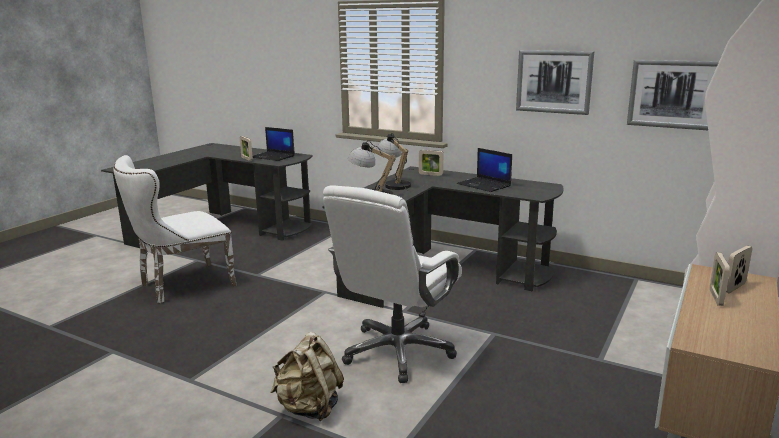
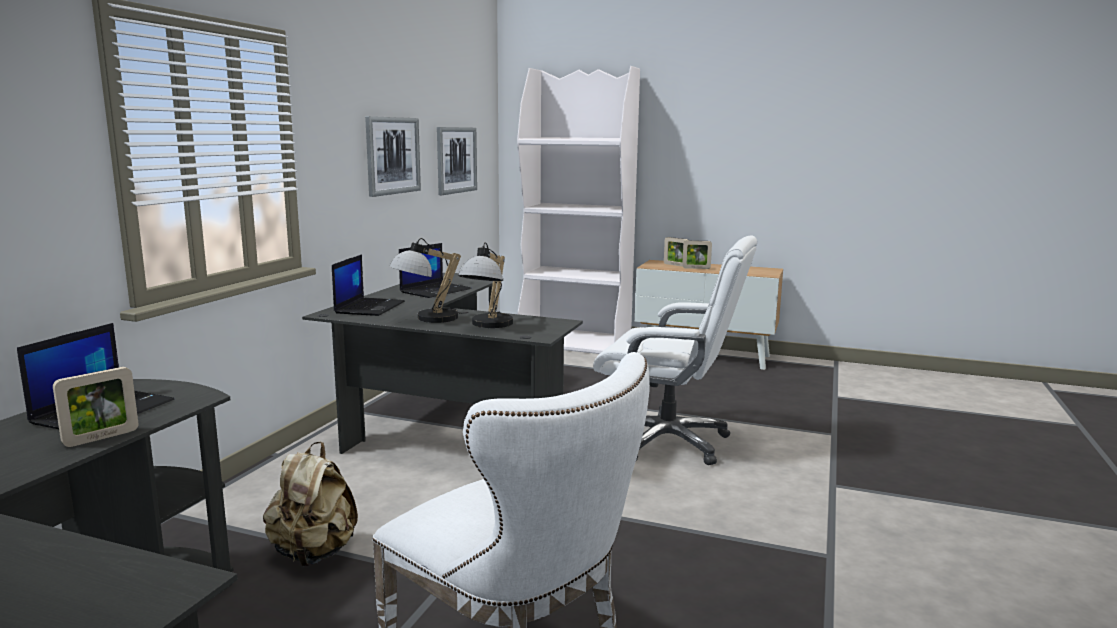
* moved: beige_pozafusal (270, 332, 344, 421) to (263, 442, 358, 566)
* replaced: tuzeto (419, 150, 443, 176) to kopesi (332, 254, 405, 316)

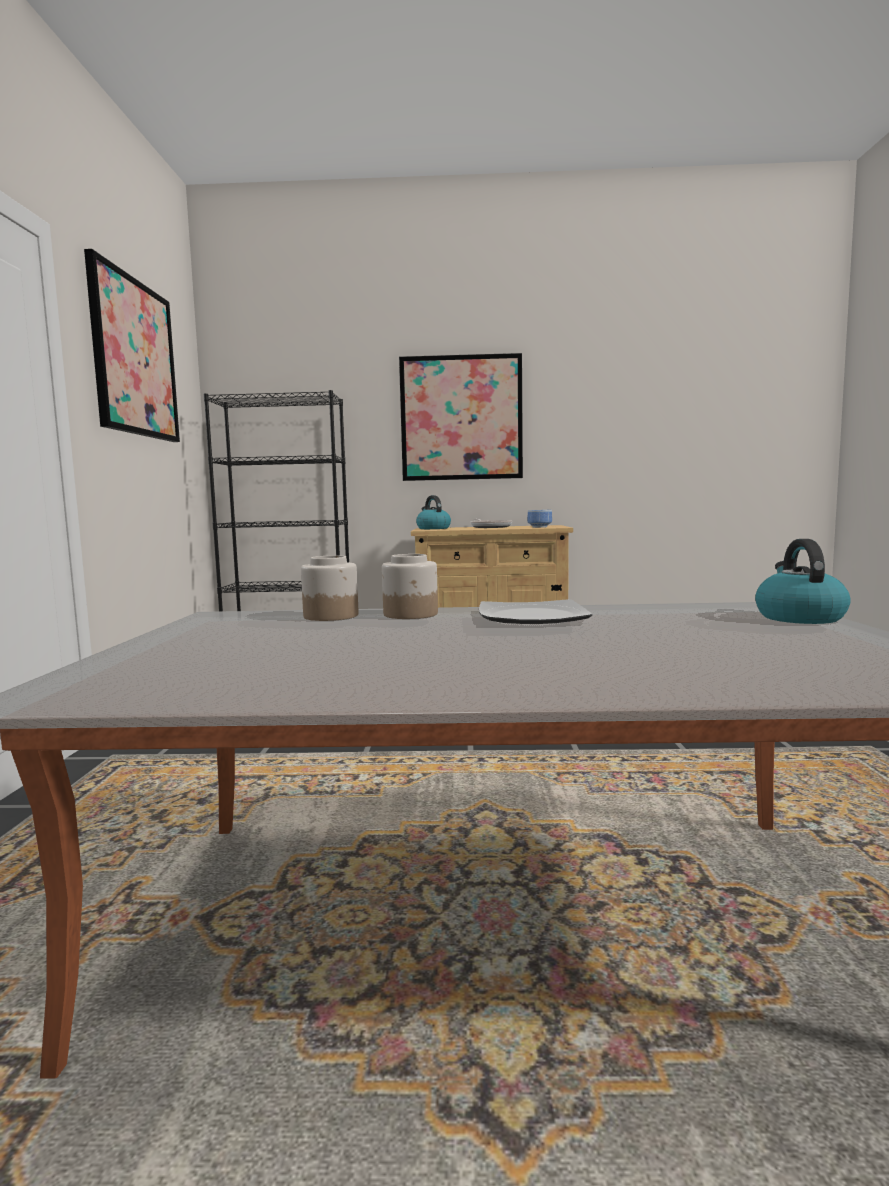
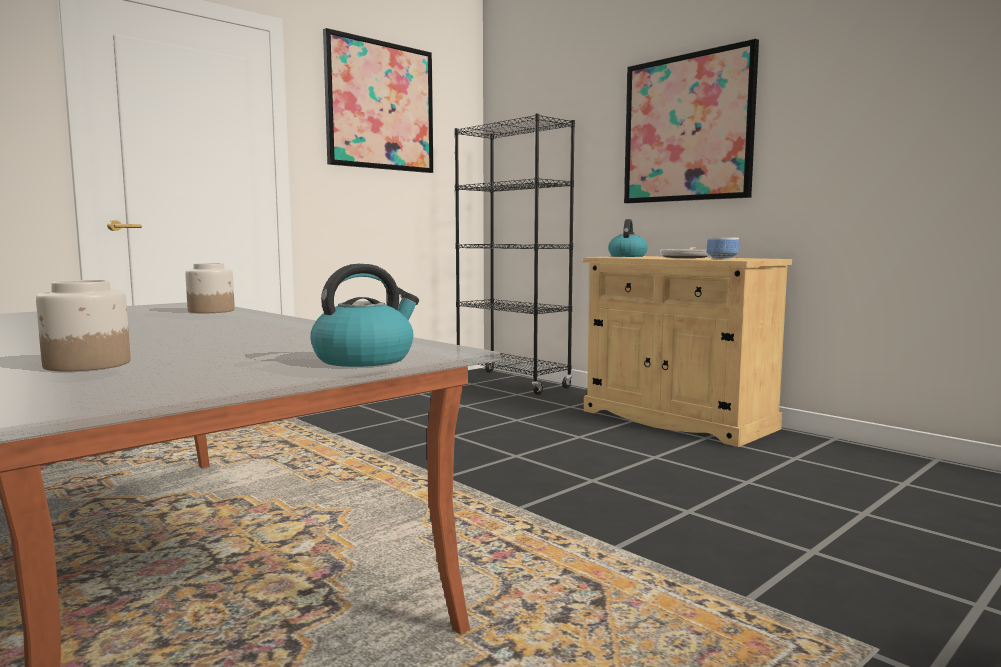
* moved: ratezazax (382, 554, 438, 619) to (36, 280, 130, 371)
* removed: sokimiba (479, 599, 592, 624)

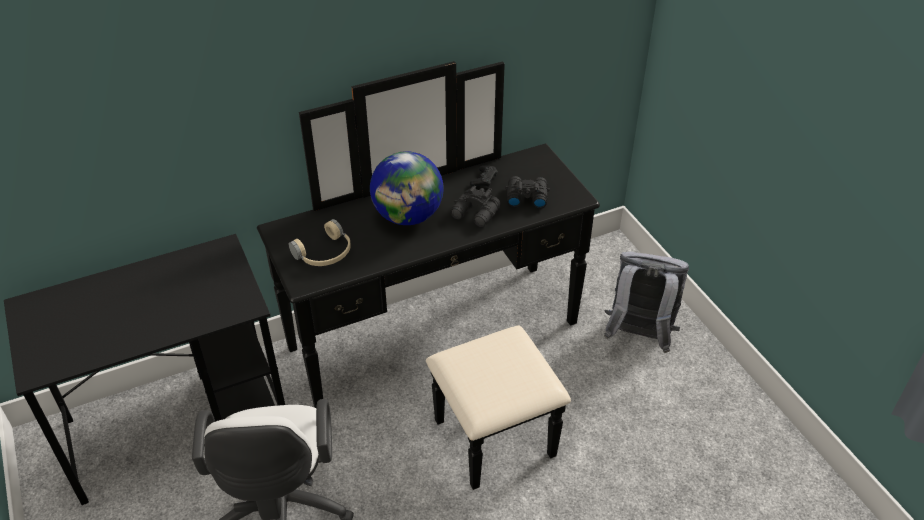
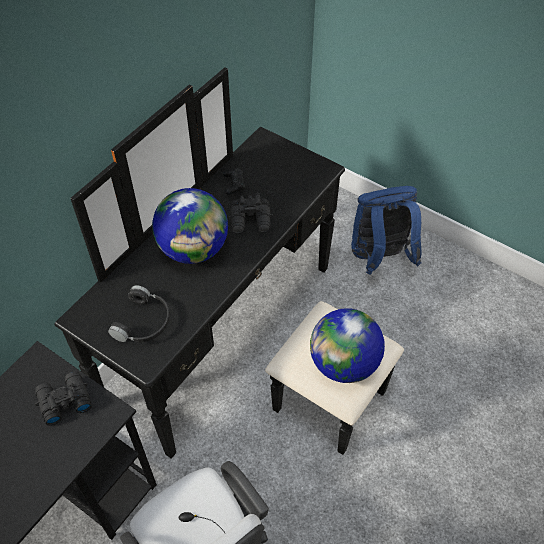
* recoloured: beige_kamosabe (289, 219, 351, 266) to black_kamosabe (108, 285, 170, 342)
* moved: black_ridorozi (505, 176, 550, 209) to (35, 371, 92, 426)
* recoloured: grey_pozafusal (604, 252, 689, 353) to blue_pozafusal (351, 186, 422, 275)
* added: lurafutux (310, 308, 385, 383)

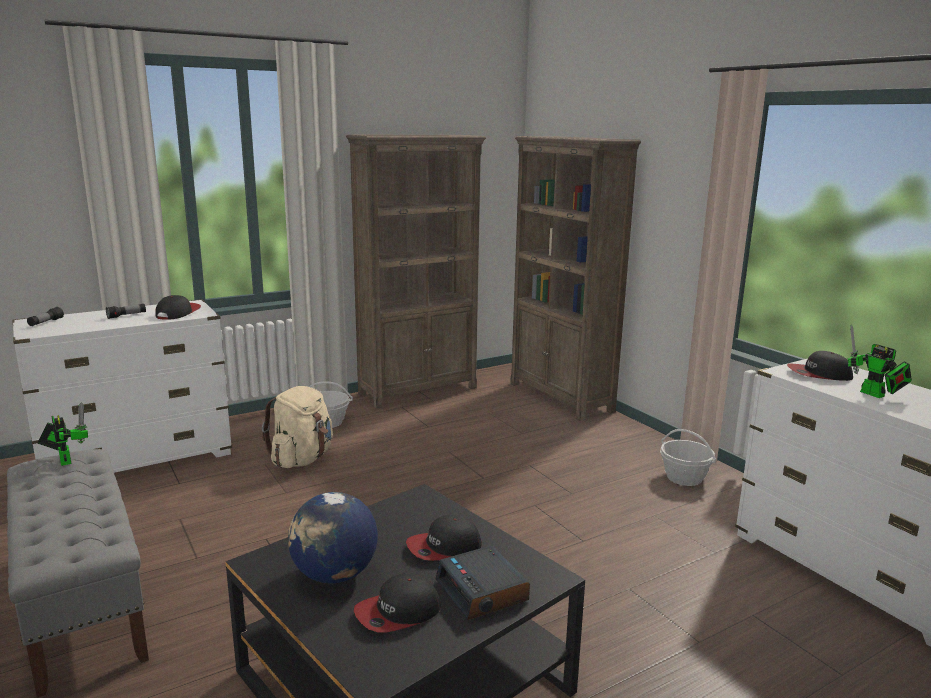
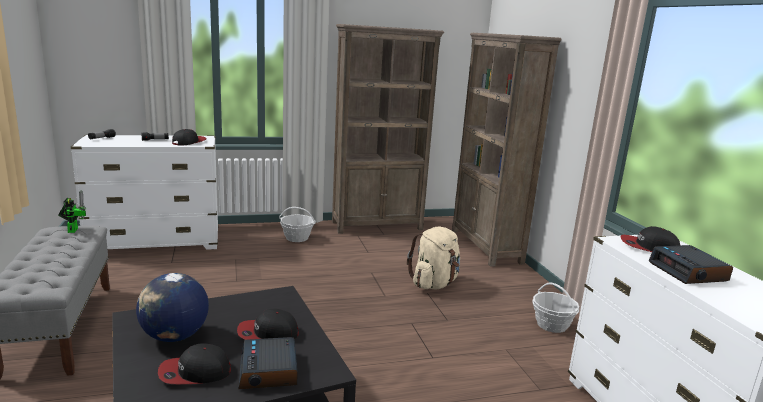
* moved: beige_pozafusal (262, 386, 333, 468) to (407, 226, 460, 289)
* replaced: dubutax (848, 324, 912, 398) to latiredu (649, 245, 733, 284)

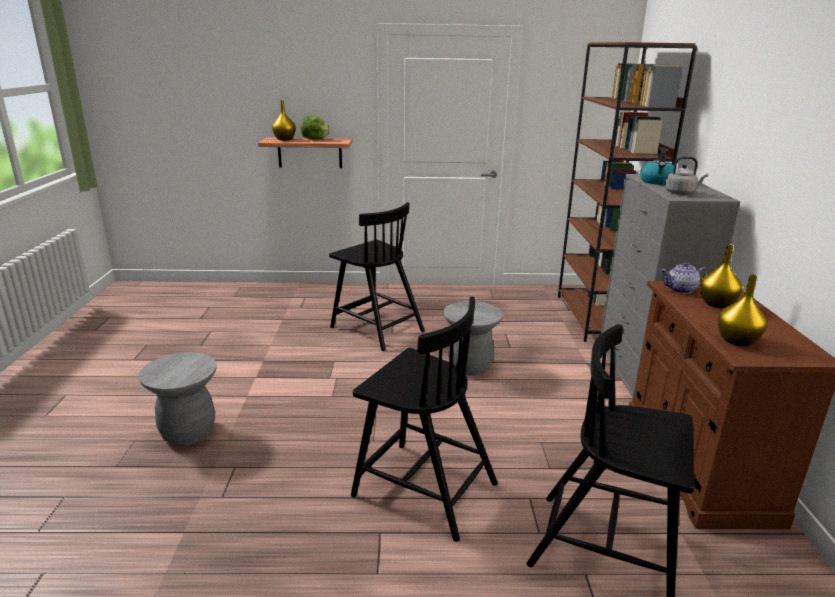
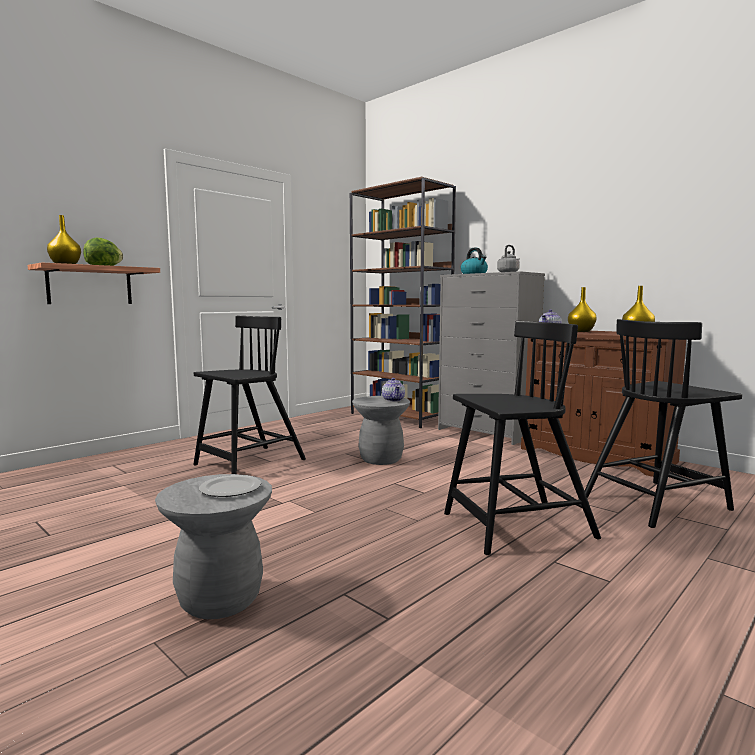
* turned: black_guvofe (329, 202, 425, 351) = (193, 316, 306, 474) 45 degrees counterclockwise
* added: sokimiba (199, 475, 261, 497)
* added: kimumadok (382, 378, 405, 402)

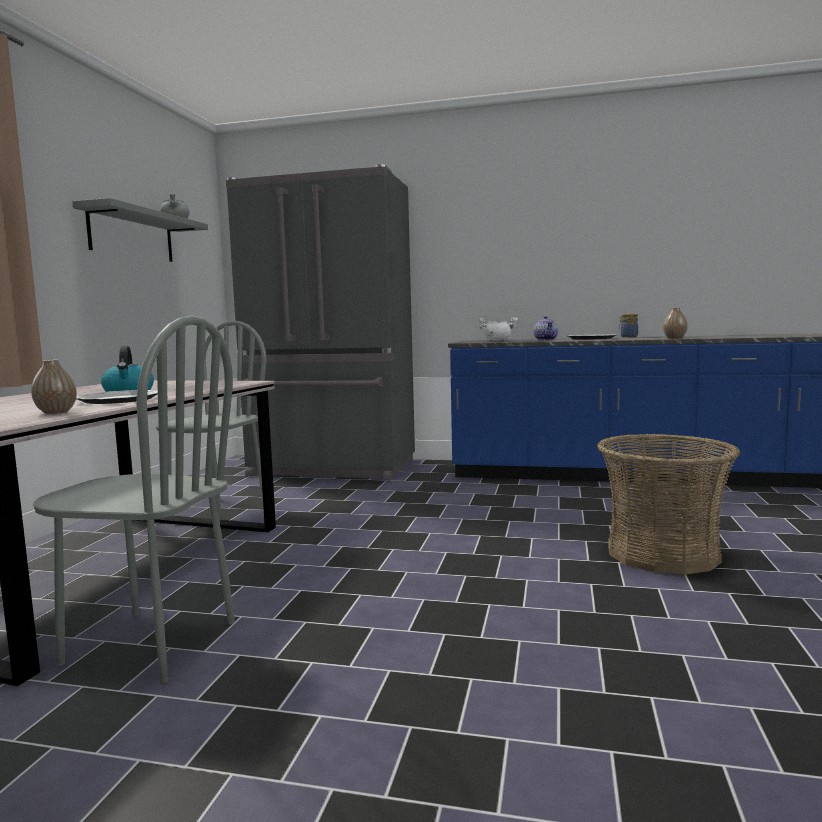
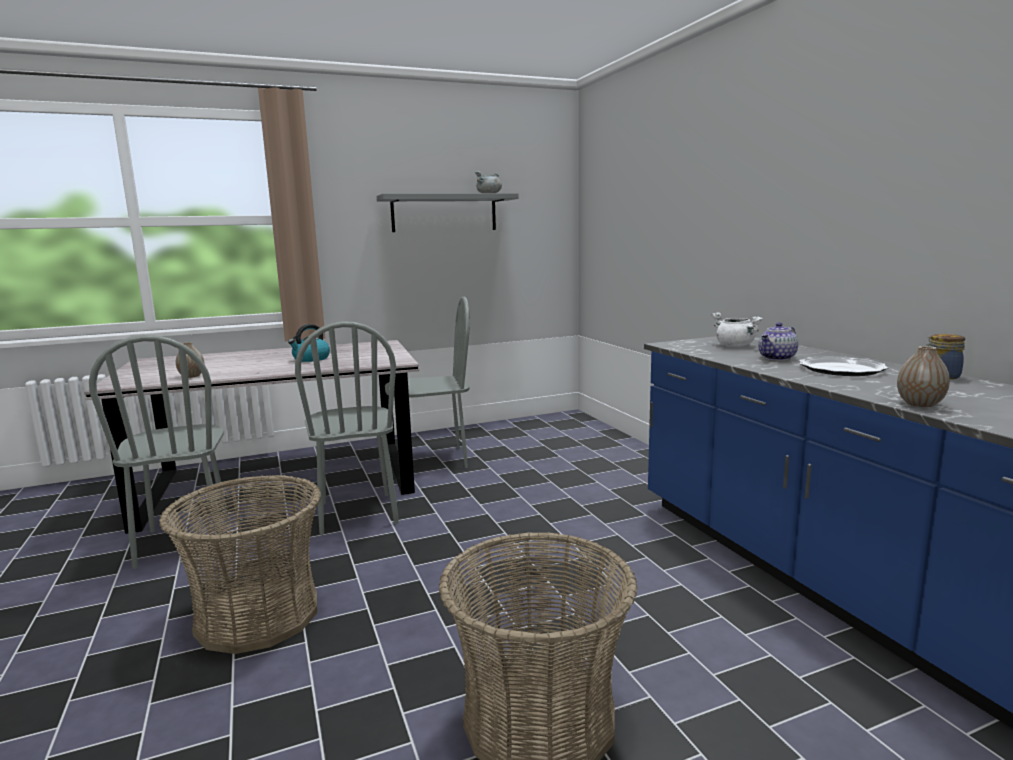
* removed: sokimiba (76, 390, 158, 404)
* removed: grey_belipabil (226, 164, 415, 481)
* added: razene (159, 475, 321, 654)
* added: grey_guvofe (295, 321, 399, 535)

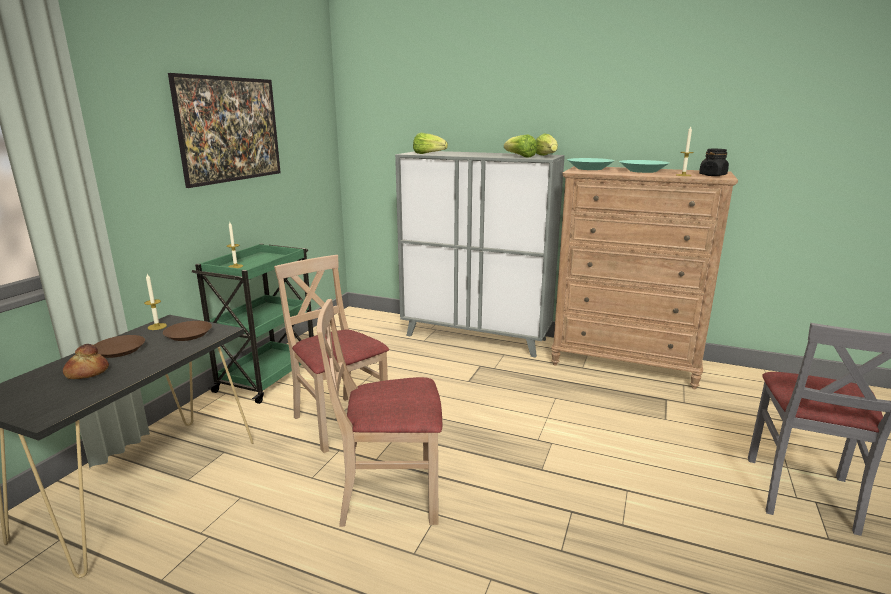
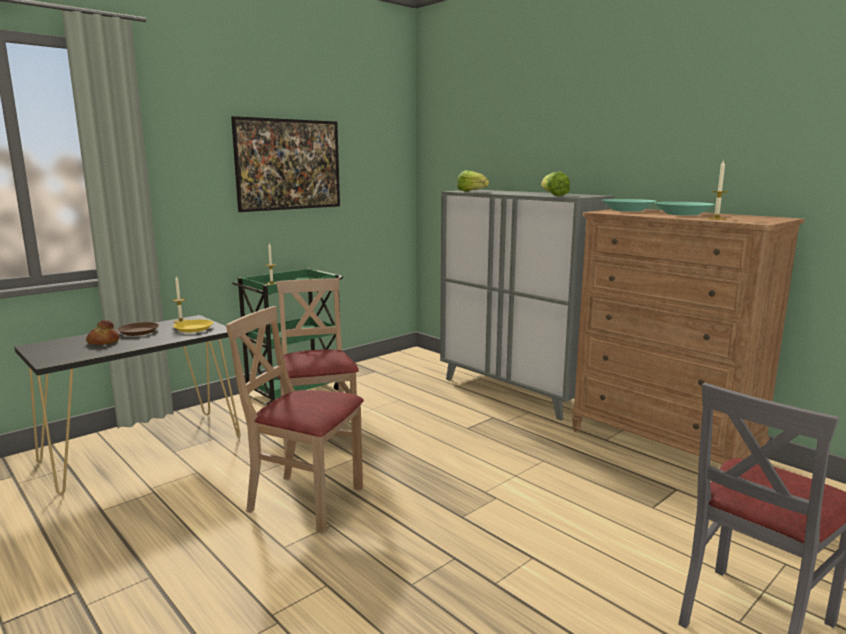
* recoloured: brown_sokimiba (163, 321, 212, 341) to yellow_sokimiba (173, 319, 213, 333)
* removed: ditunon (536, 133, 558, 156)
* removed: black_ratezazax (699, 149, 729, 176)

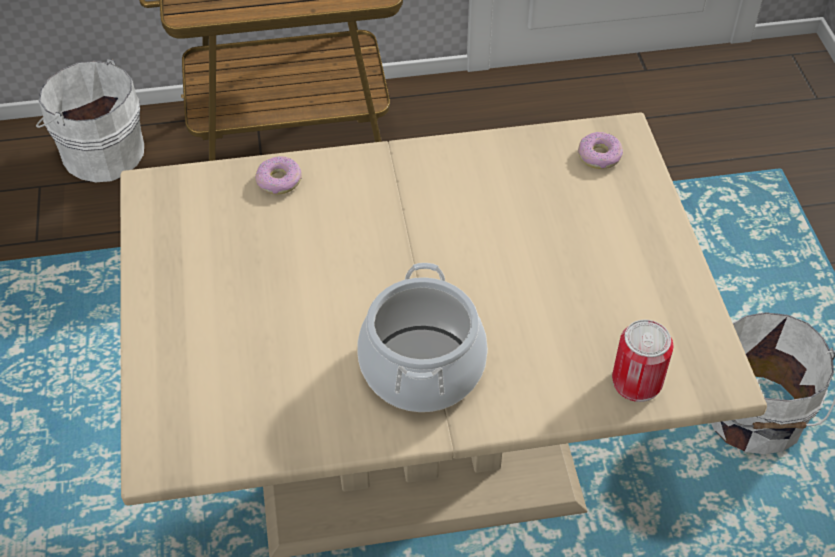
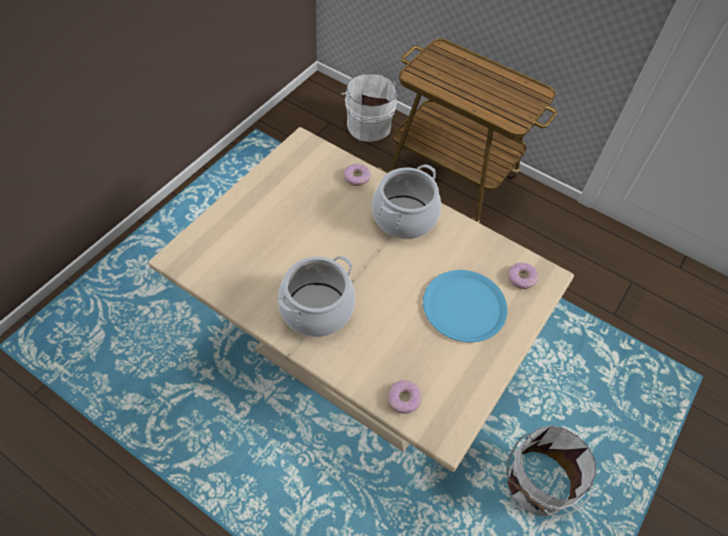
* replaced: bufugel (612, 320, 674, 402) to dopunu (388, 380, 422, 414)
* added: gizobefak (372, 164, 441, 239)
* added: blue_sokimiba (423, 270, 507, 342)

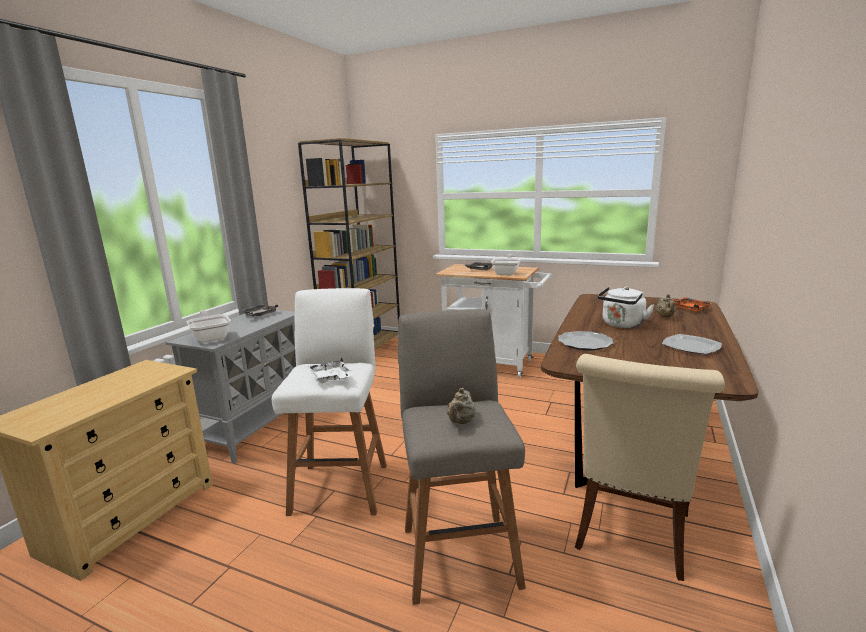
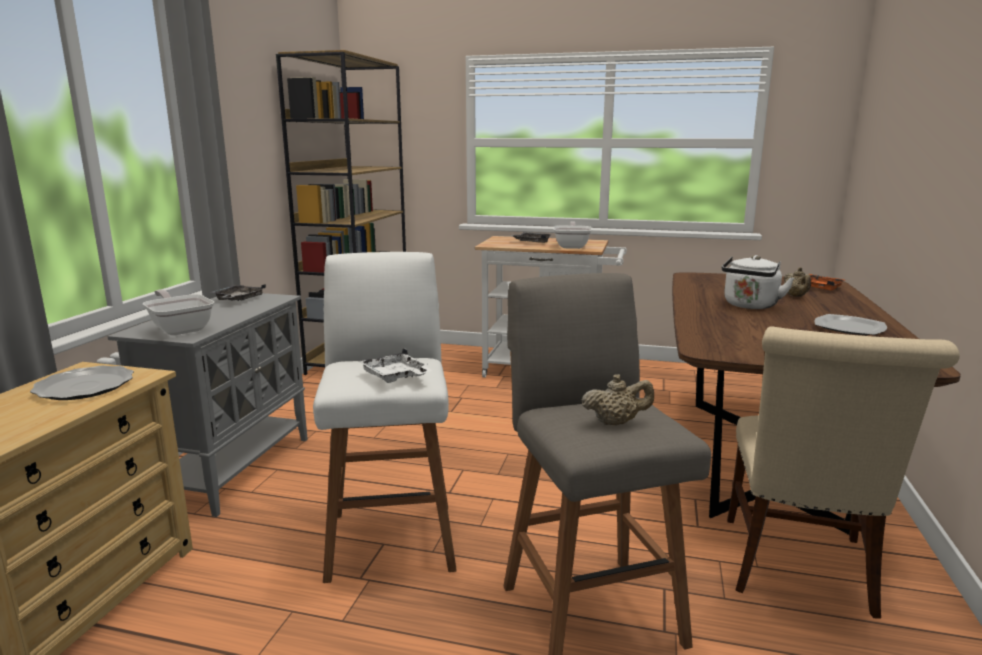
* turned: beige_kimumadok (447, 388, 476, 424) = (582, 374, 654, 425) 105 degrees counterclockwise
* moved: sokimiba (558, 331, 613, 350) to (30, 366, 134, 400)

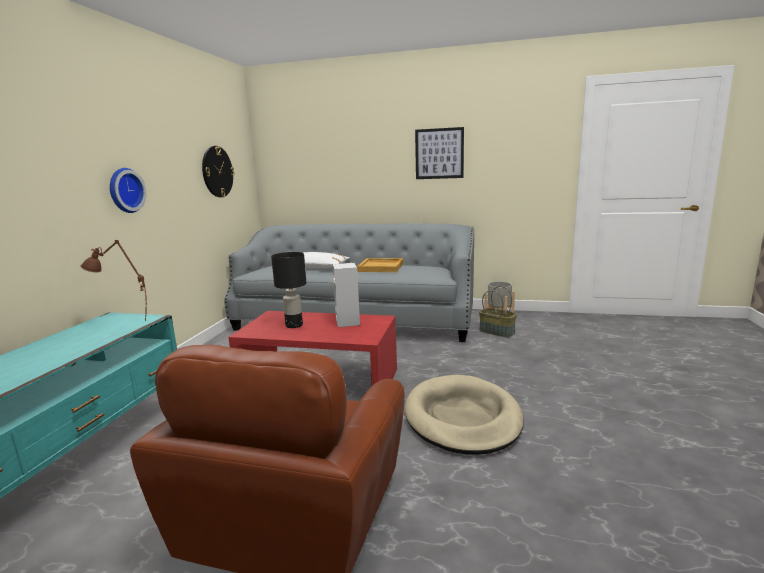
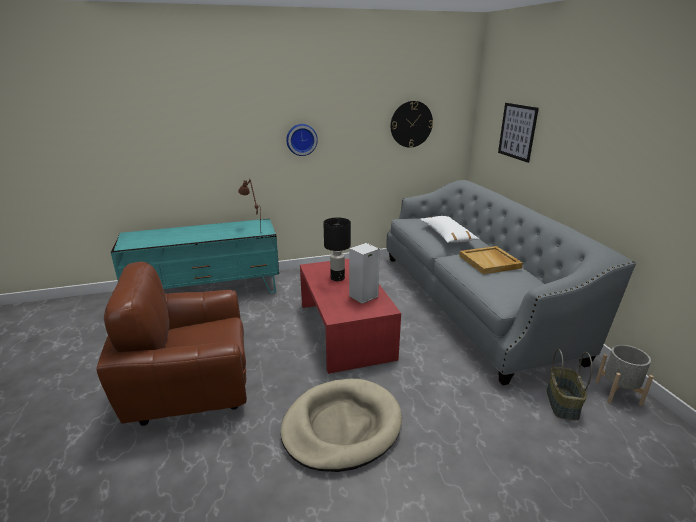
* moved: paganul (415, 127, 464, 179) to (498, 103, 539, 163)

